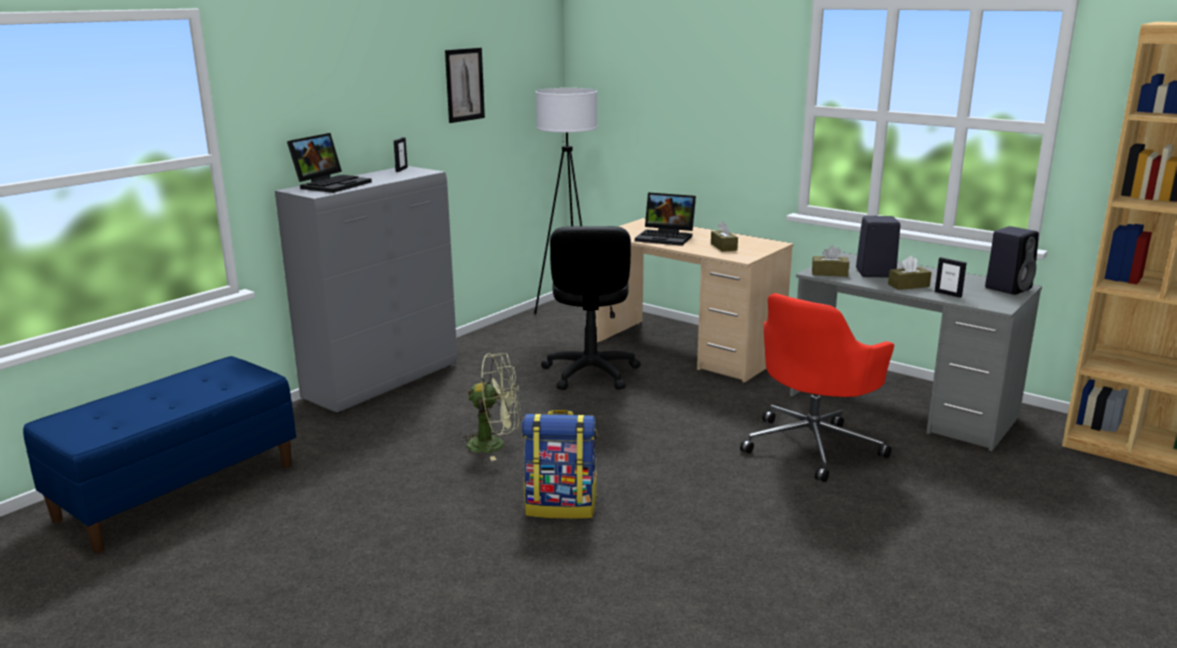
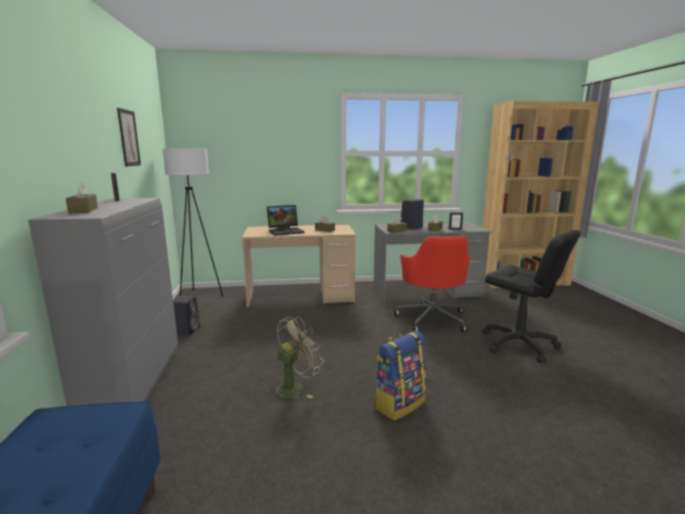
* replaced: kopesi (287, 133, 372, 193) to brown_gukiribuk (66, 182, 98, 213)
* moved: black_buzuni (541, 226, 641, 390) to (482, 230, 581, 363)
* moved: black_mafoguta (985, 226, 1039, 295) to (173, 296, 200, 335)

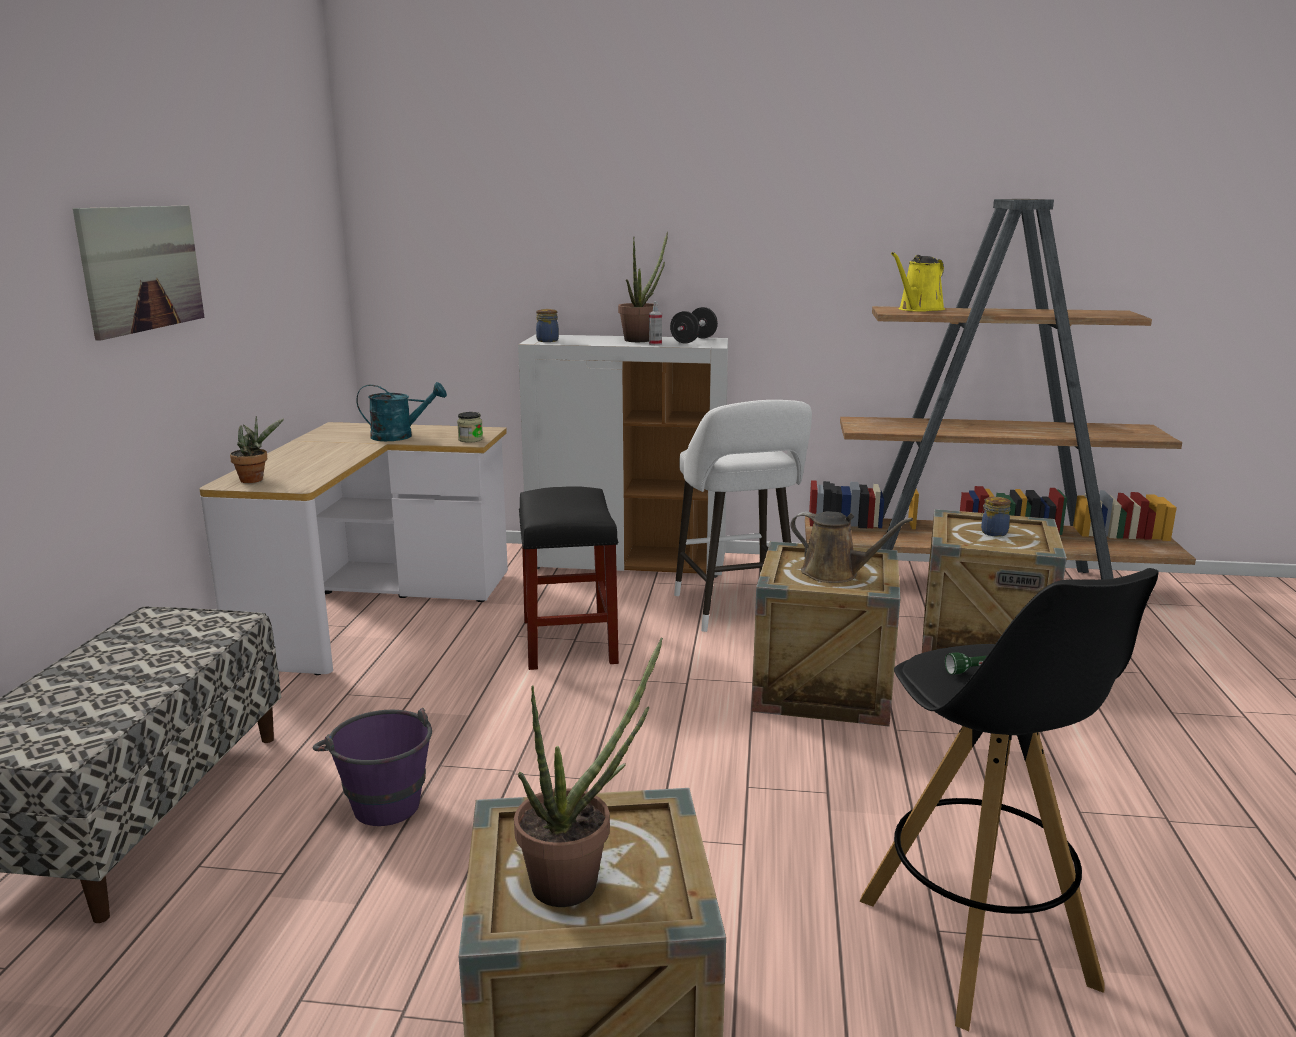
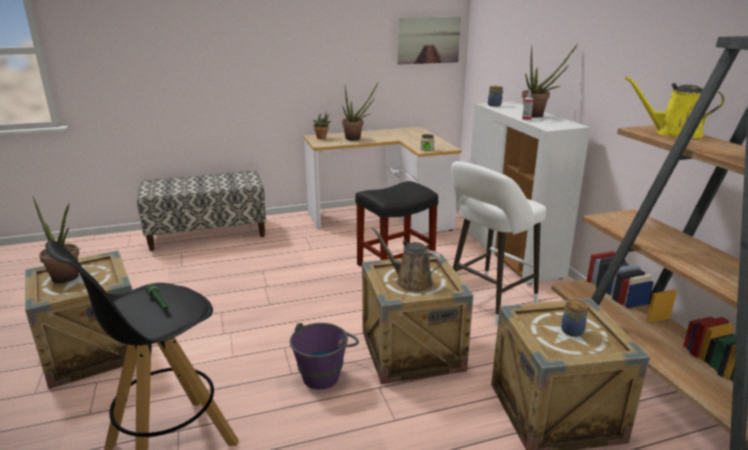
* moved: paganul (73, 205, 205, 340) to (397, 17, 461, 65)
* moved: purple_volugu (313, 708, 432, 826) to (290, 323, 359, 390)
* removed: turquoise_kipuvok (356, 382, 447, 441)
* removed: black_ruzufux (670, 307, 718, 344)
* turned: brown_kipuvok (790, 511, 913, 583) = (371, 227, 442, 292) 120 degrees clockwise
* added: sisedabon (342, 81, 379, 141)

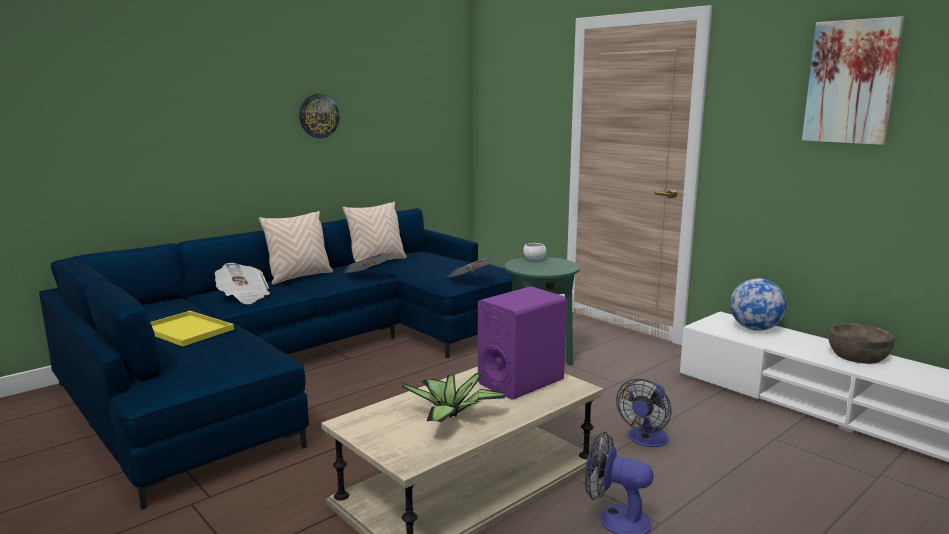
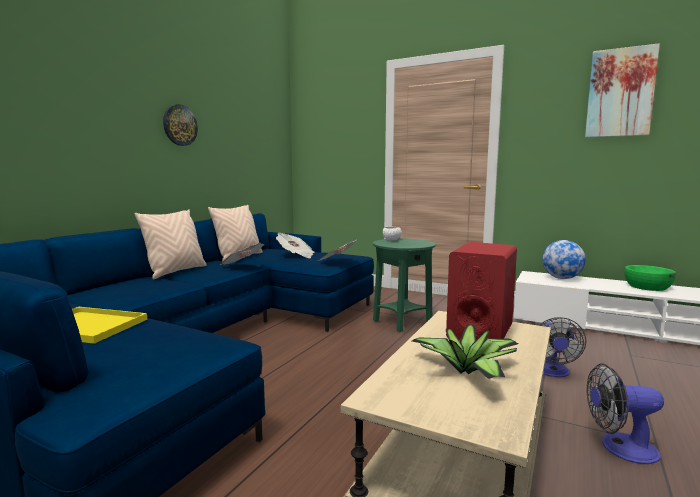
* moved: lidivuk (214, 263, 270, 304) to (276, 233, 315, 258)
* recoloured: purple_mafoguta (478, 286, 567, 400) to red_mafoguta (446, 242, 517, 341)
* recoloured: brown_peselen (828, 323, 895, 364) to green_peselen (625, 265, 676, 291)

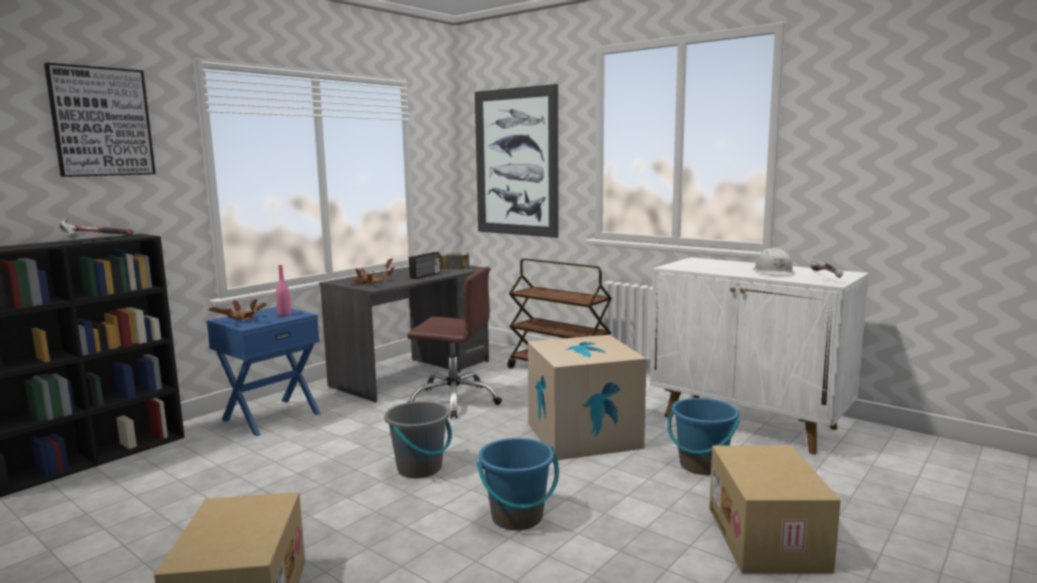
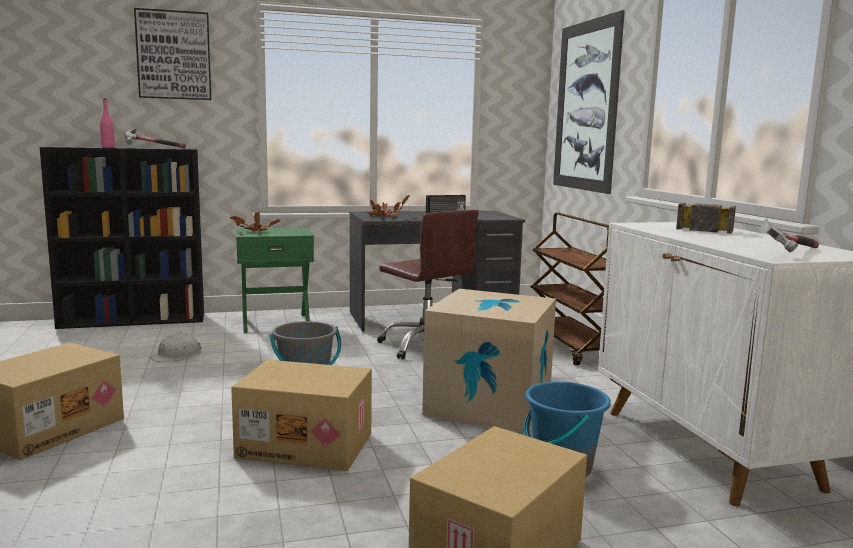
* recoloured: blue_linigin (207, 307, 321, 436) to green_linigin (236, 227, 314, 333)
* moved: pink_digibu (276, 265, 291, 316) to (100, 98, 115, 148)
* moved: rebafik (440, 253, 470, 270) to (676, 203, 736, 234)
* replaced: blue_volugu (476, 438, 559, 530) to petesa (231, 360, 372, 471)
* moved: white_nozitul (753, 248, 794, 276) to (149, 332, 201, 362)

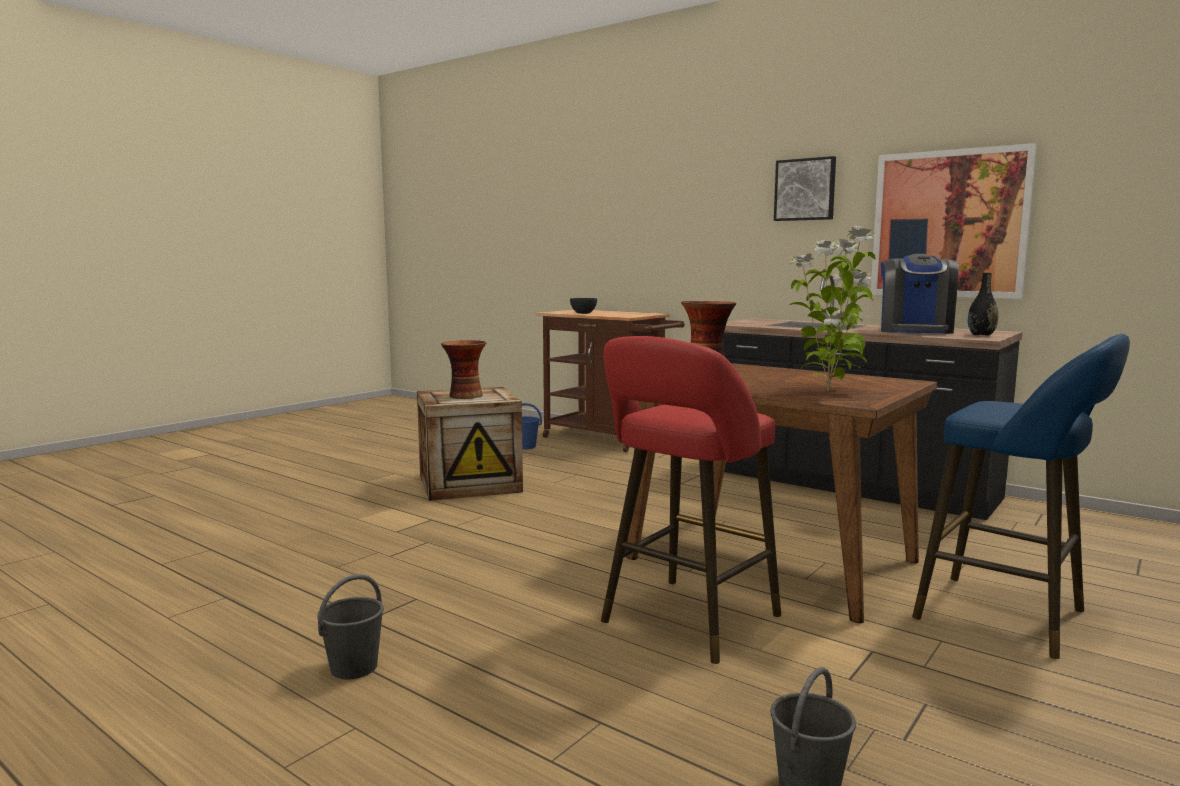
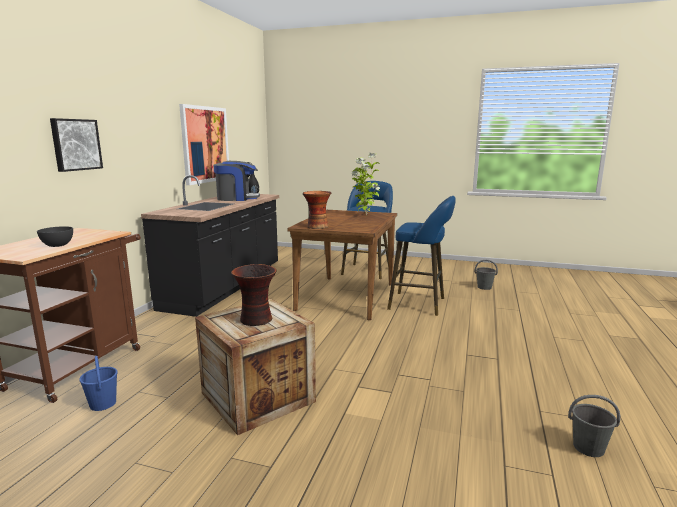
* moved: grey_volugu (317, 574, 384, 680) to (568, 395, 620, 457)
* recoloured: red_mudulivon (601, 336, 781, 664) to blue_mudulivon (387, 196, 456, 316)
* moved: paganul (774, 156, 836, 221) to (50, 118, 103, 172)

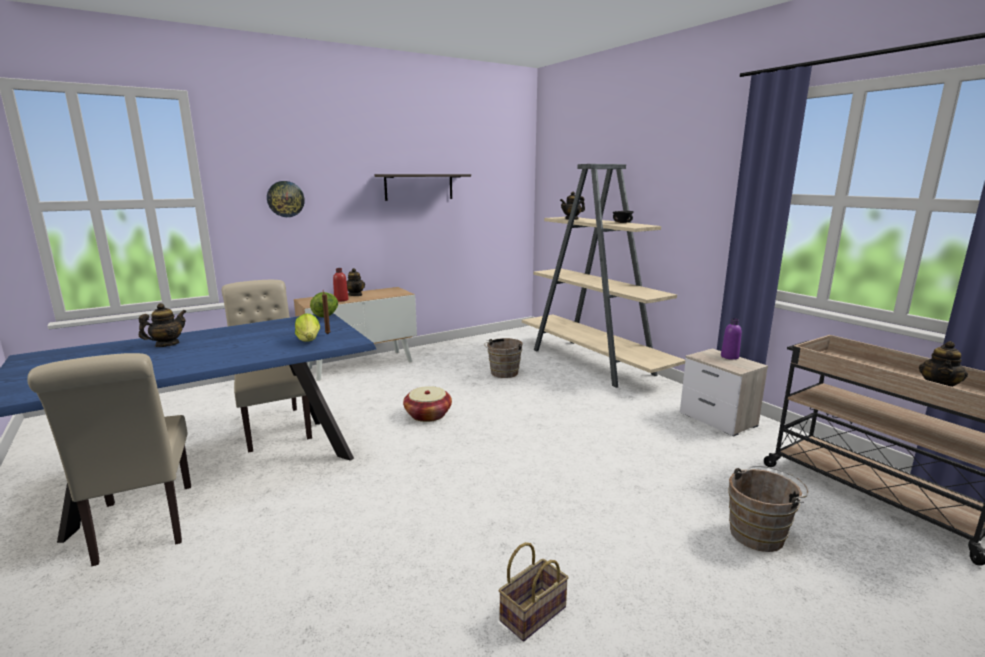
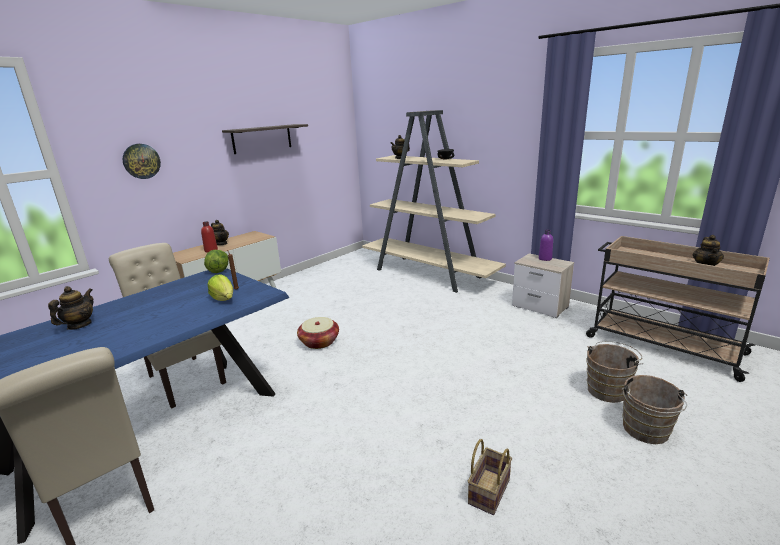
* moved: brown_volugu (484, 338, 523, 378) to (622, 375, 687, 444)

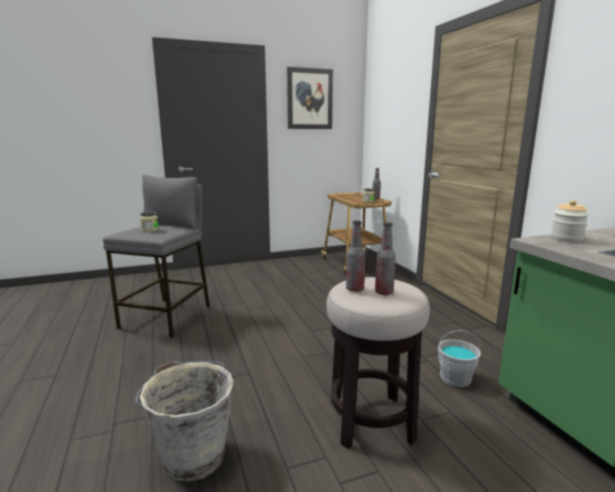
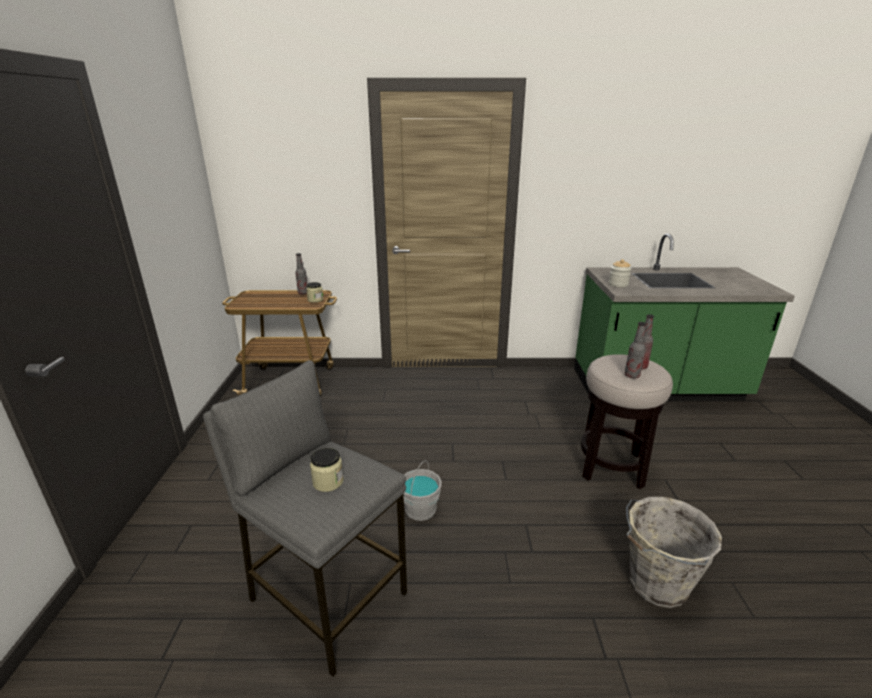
* removed: paganul (287, 67, 333, 129)
* moved: grey_volugu (437, 330, 481, 387) to (403, 460, 442, 521)

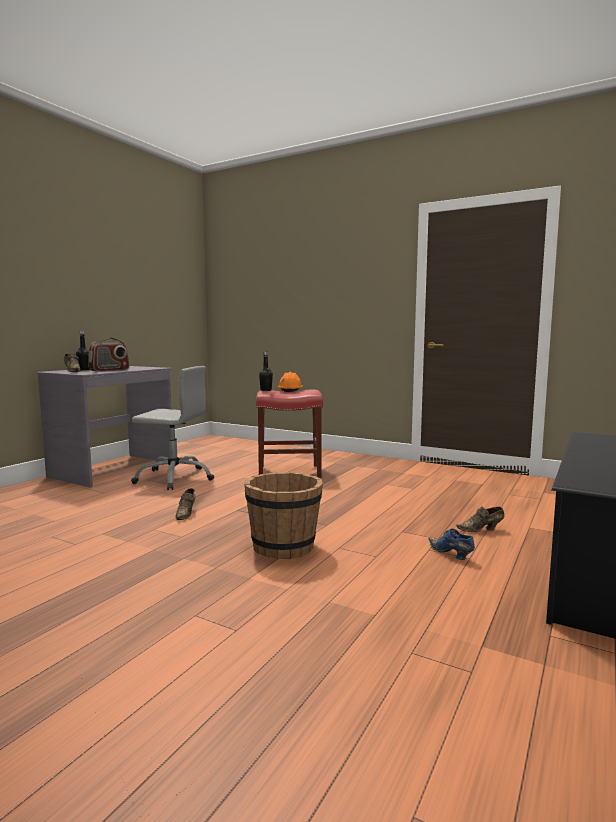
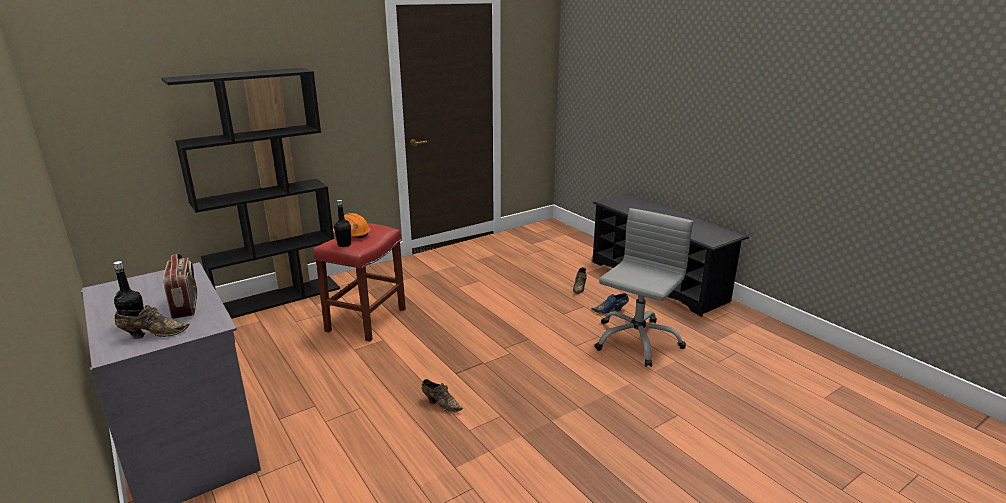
* moved: grey_buzuni (131, 366, 214, 490) to (594, 208, 693, 367)
* removed: brown_volugu (244, 472, 323, 559)
* added: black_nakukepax (161, 68, 340, 319)

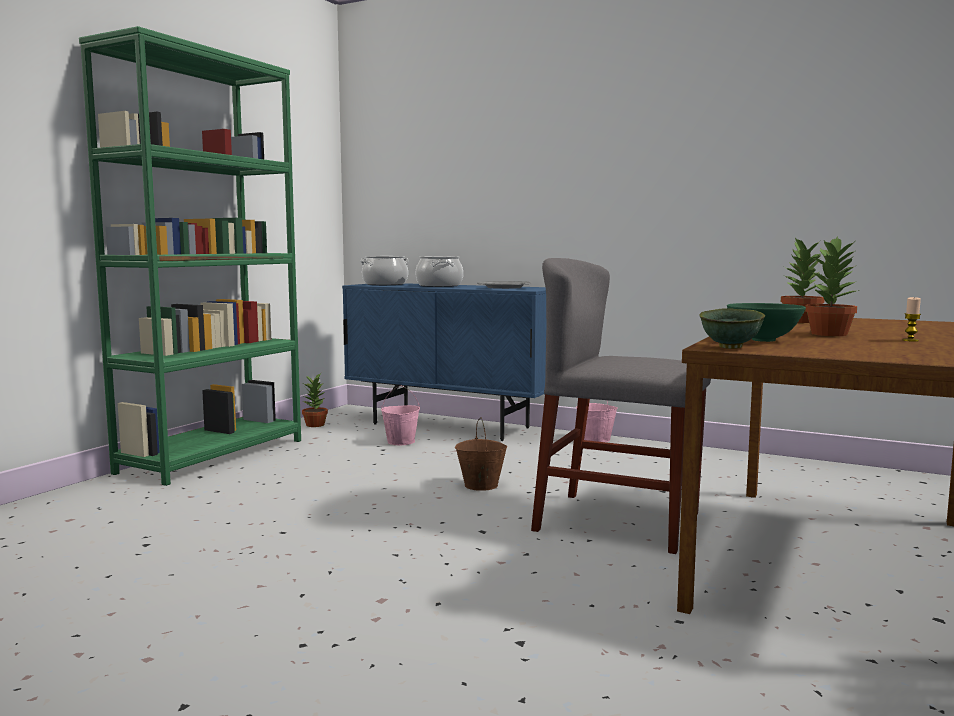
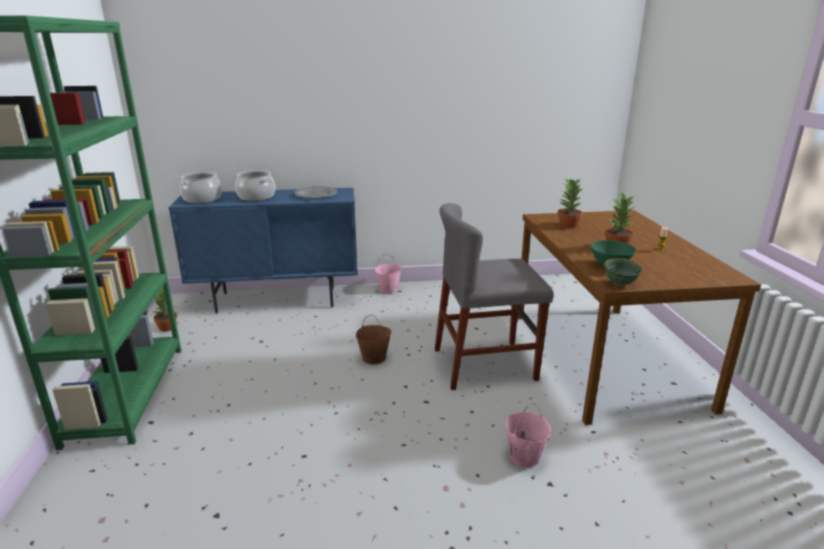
* moved: pink_volugu (381, 385, 420, 445) to (505, 403, 551, 467)

